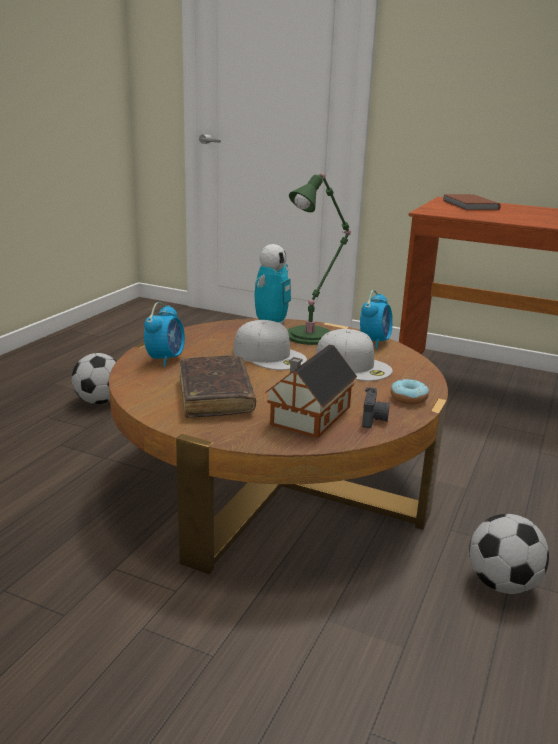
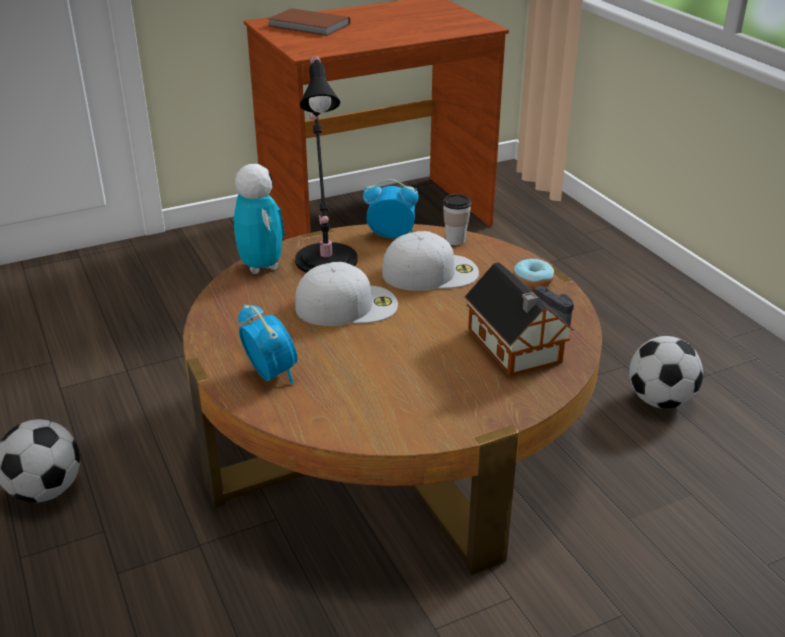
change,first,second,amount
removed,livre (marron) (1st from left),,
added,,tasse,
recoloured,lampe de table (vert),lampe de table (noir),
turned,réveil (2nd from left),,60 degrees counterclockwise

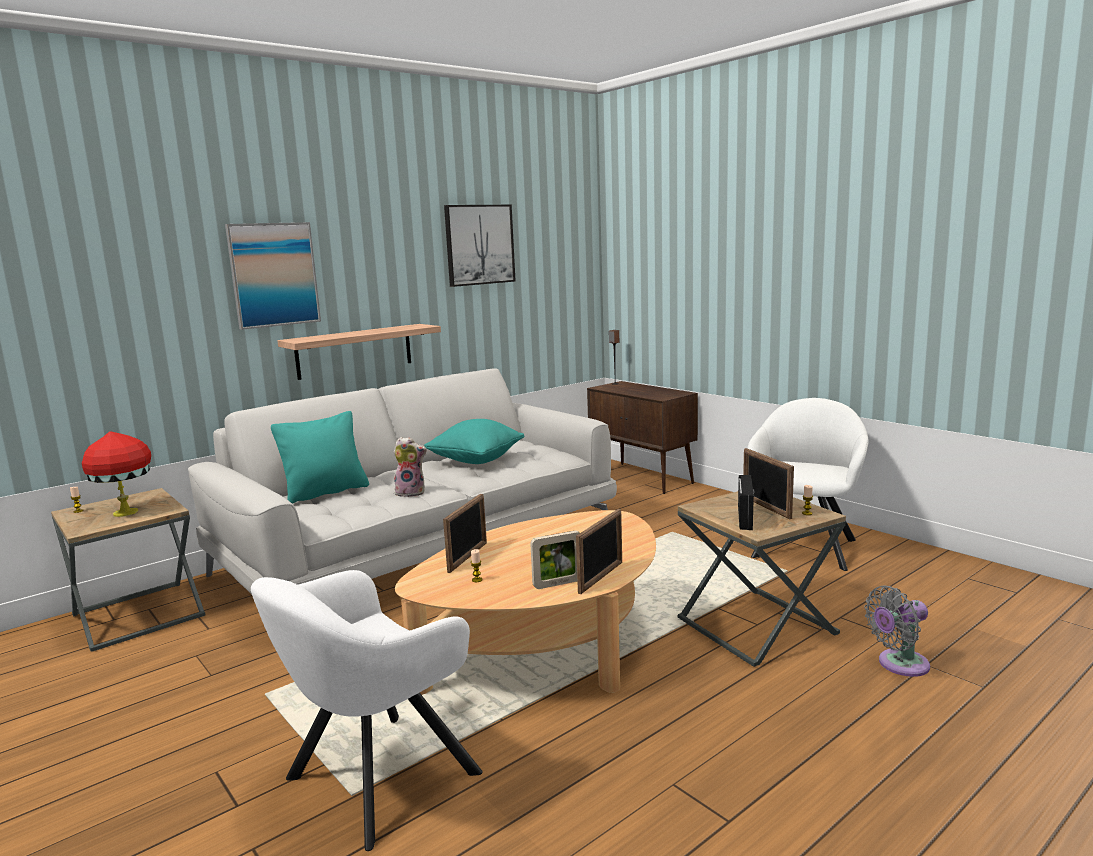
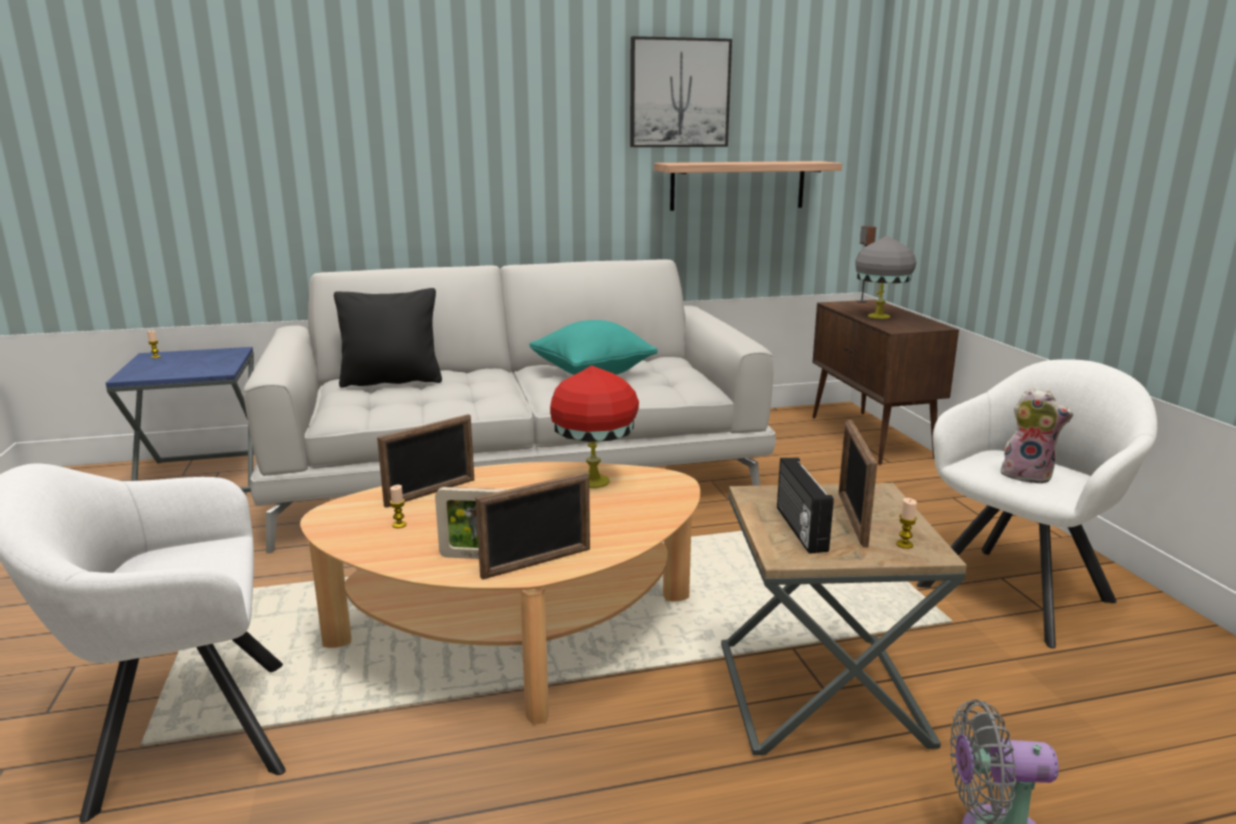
change,first,second,amount
removed,tableau (1st from left),,
added,,lampe de table (gris),
moved,lampe de table (rouge),,
moved,étagère,,
moved,peluche,,
recoloured,table d'appoint (marron) (1st from left),table d'appoint (bleu),
recoloured,coussin (turquoise) (1st from left),coussin (noir),
turned,radio,,135 degrees clockwise

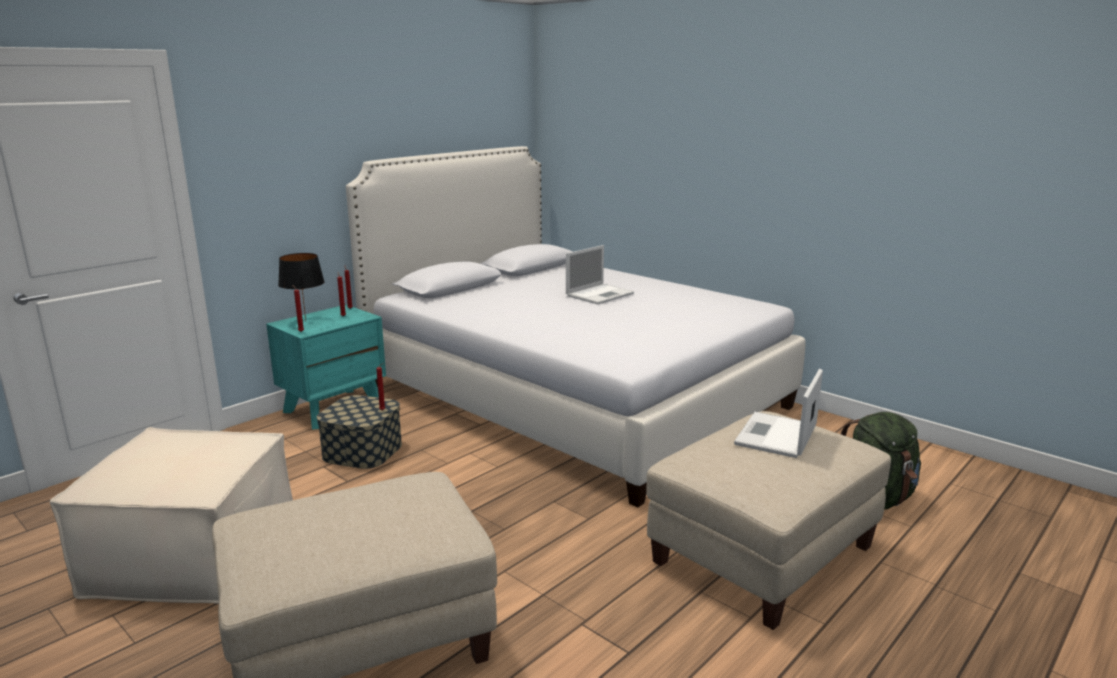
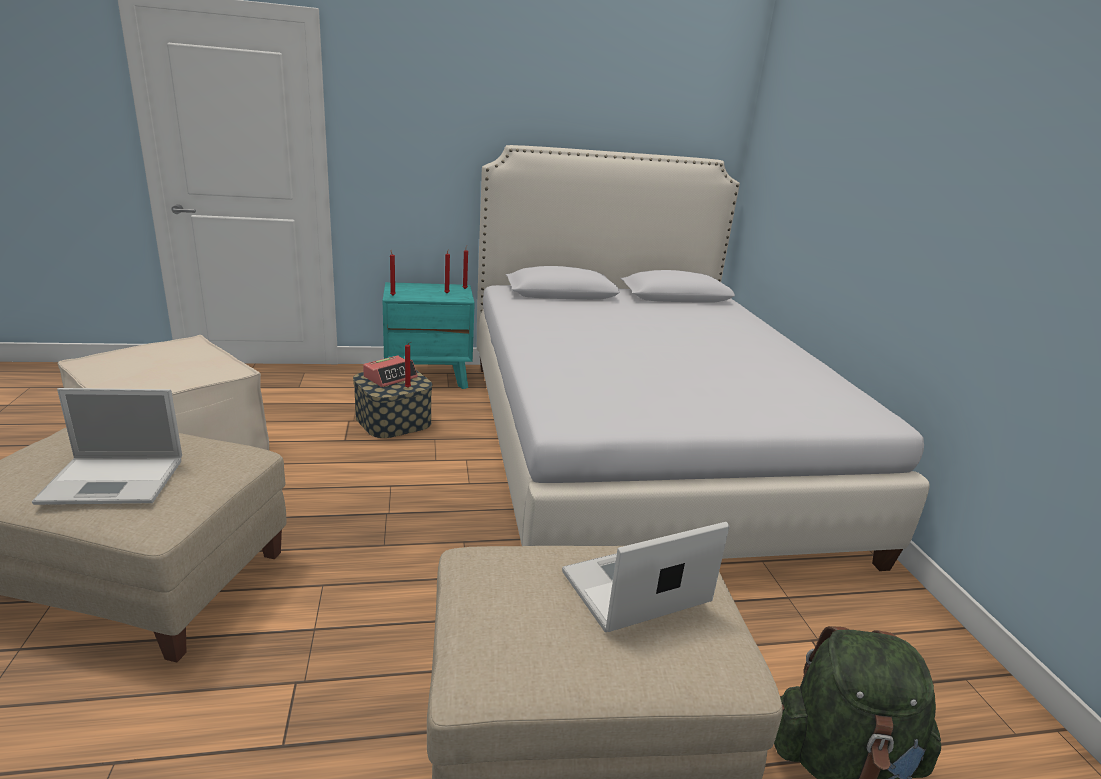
change,first,second,amount
removed,lampe de table (noir),,
added,,réveil,
moved,ordinateur portable (1st from left),,

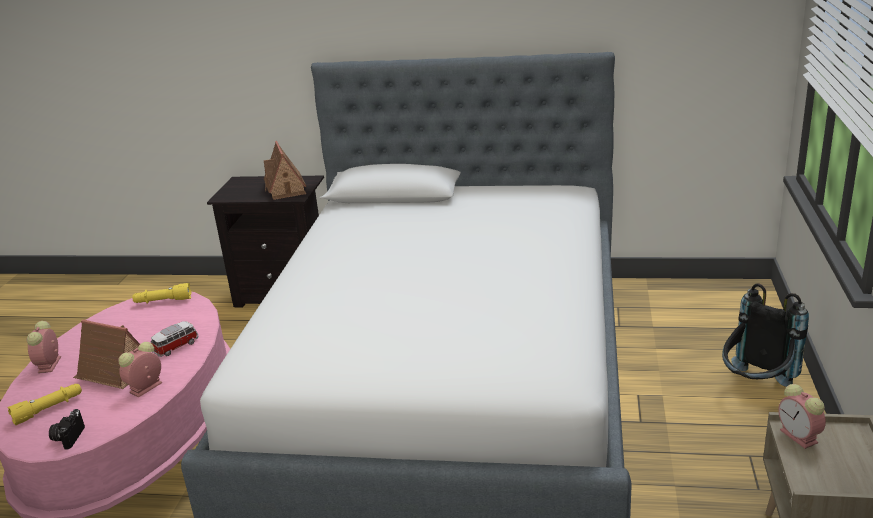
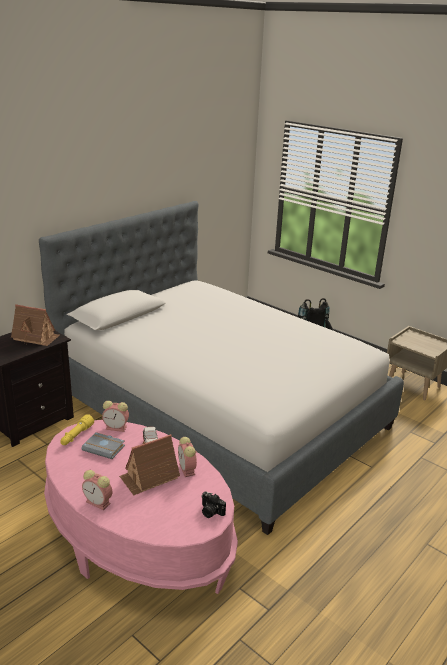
change,first,second,amount
removed,lampe de poche (jaune) (1st from left),,
added,,livre (gris),
moved,réveil (3rd from left in the first image),réveil (2nd from left),

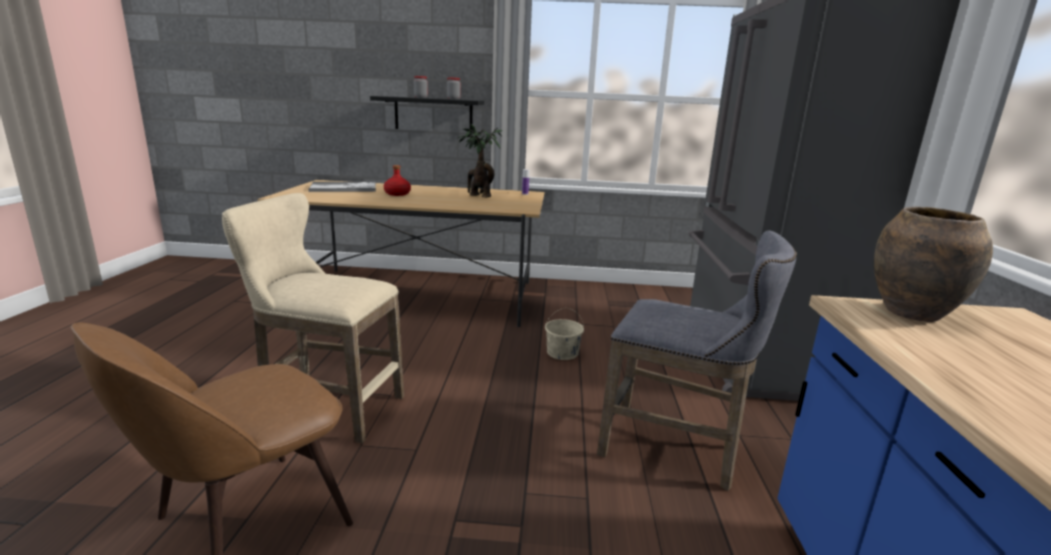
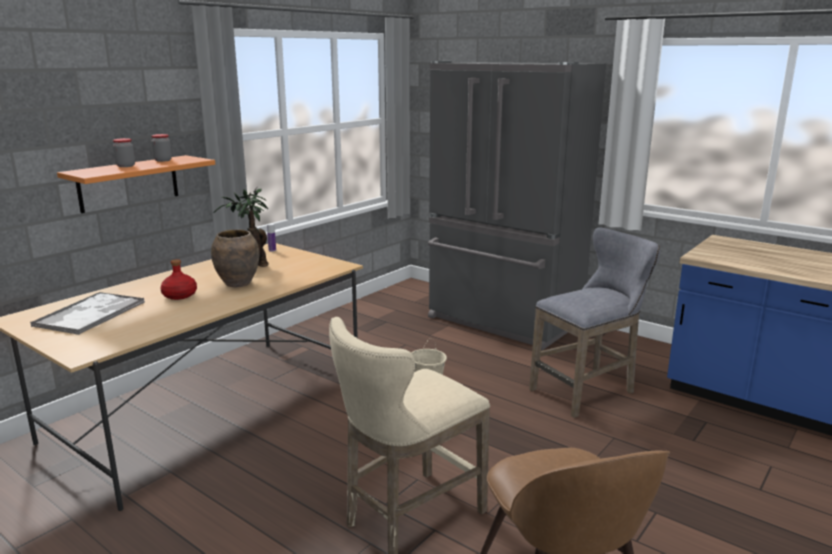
change,first,second,amount
moved,vase (marron),,
recoloured,étagère (noir),étagère (orange),

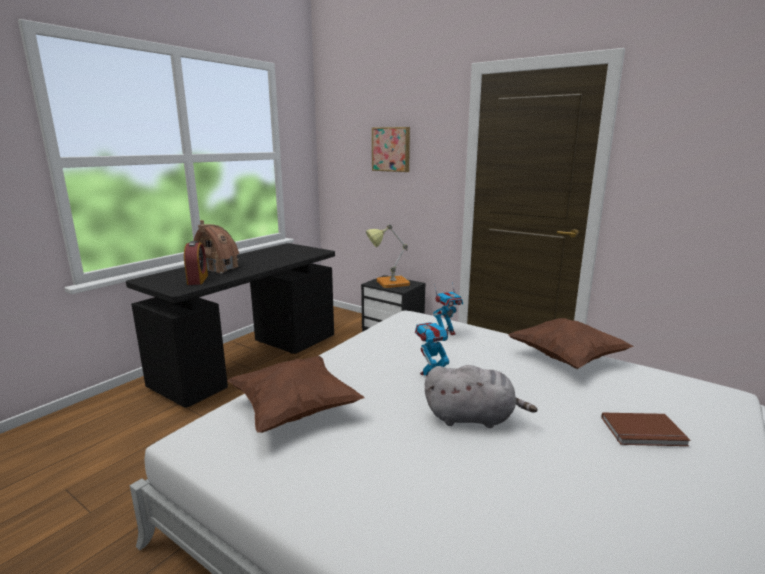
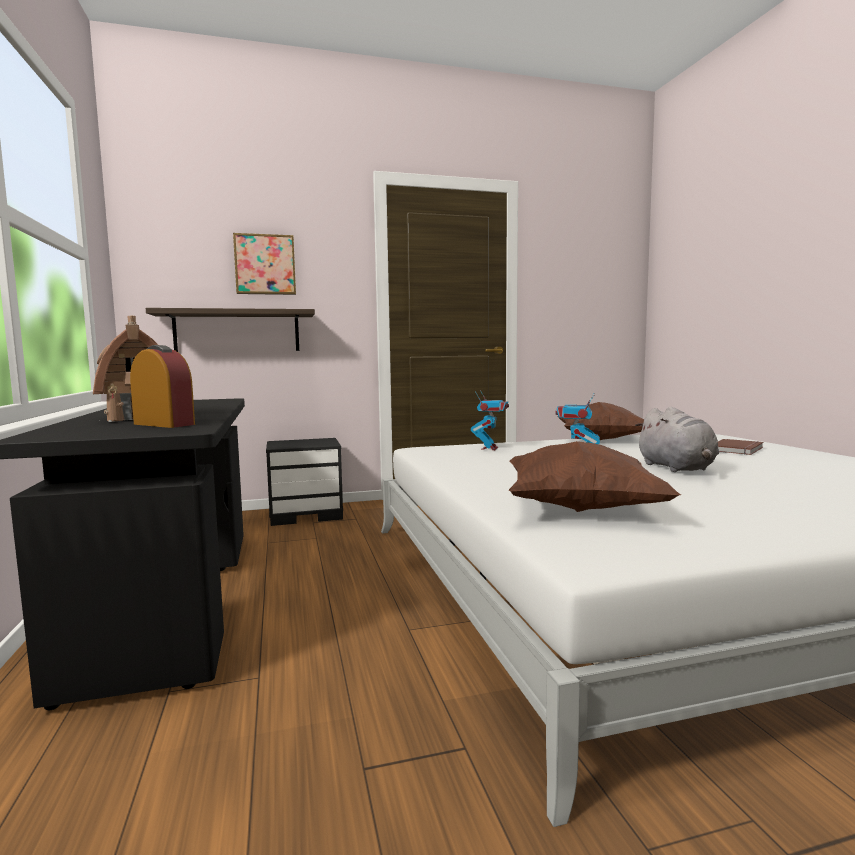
change,first,second,amount
removed,lampe de table,,
added,,étagère,
turned,peluche (gris),,120 degrees clockwise

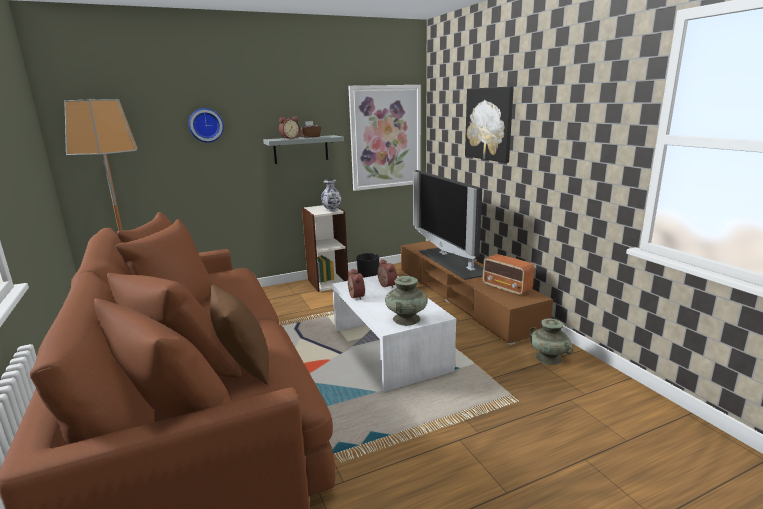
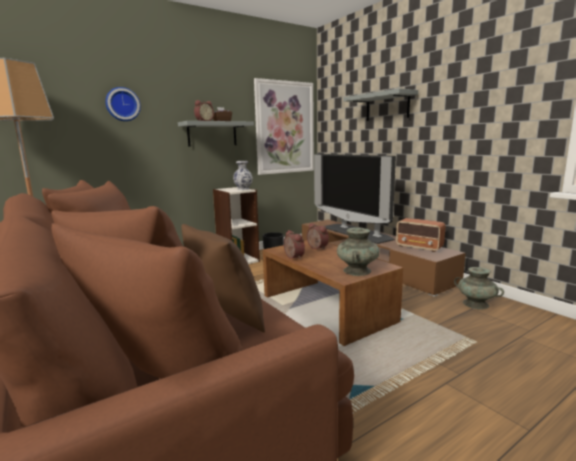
change,first,second,amount
replaced,tableau (2nd from left),étagère (gris) (2nd from left),
recoloured,table basse (blanc),table basse (marron),

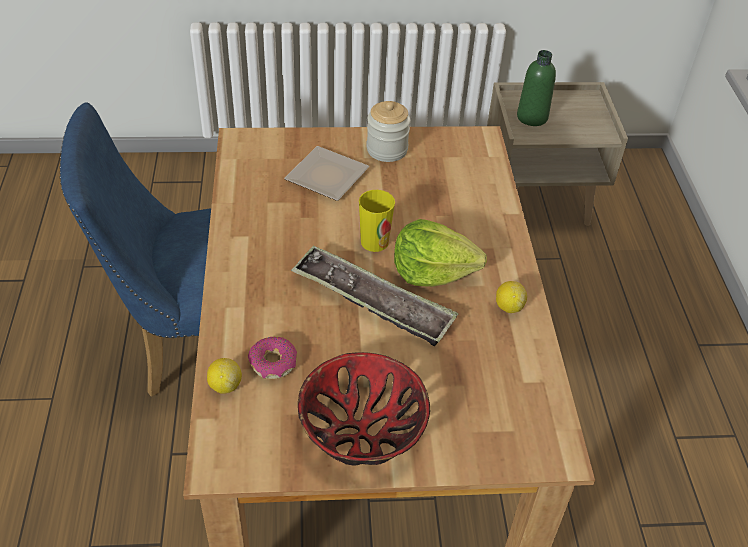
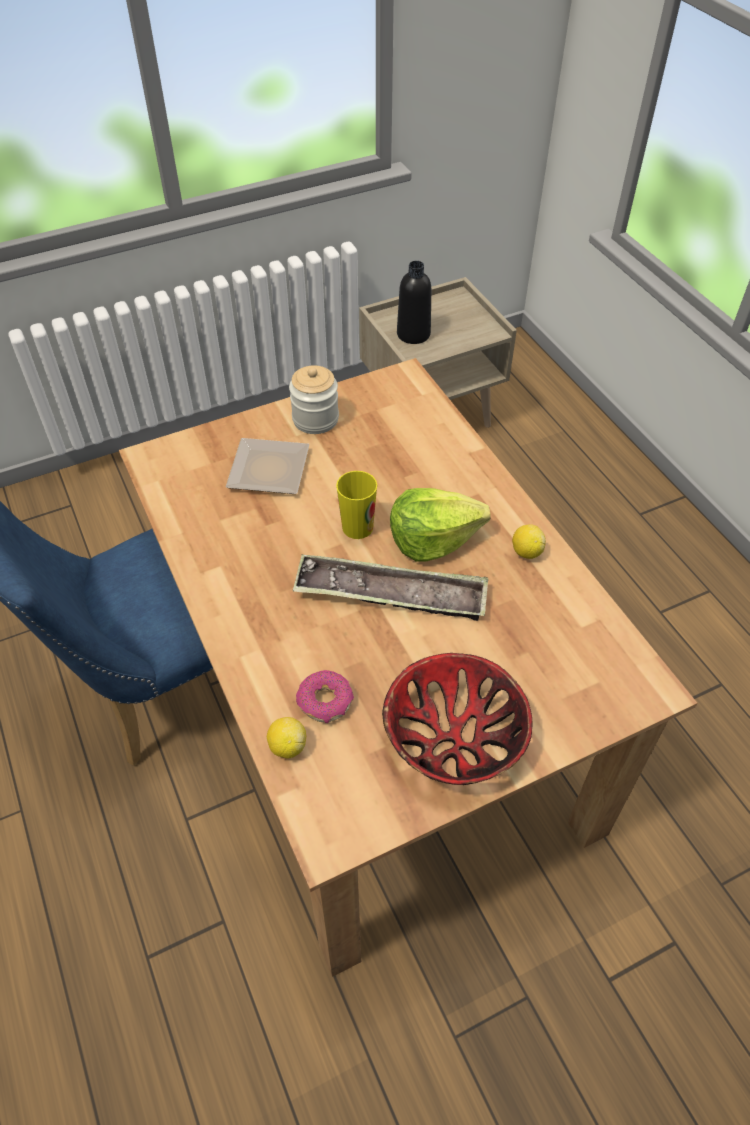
change,first,second,amount
recoloured,bouteille (vert),bouteille (noir),

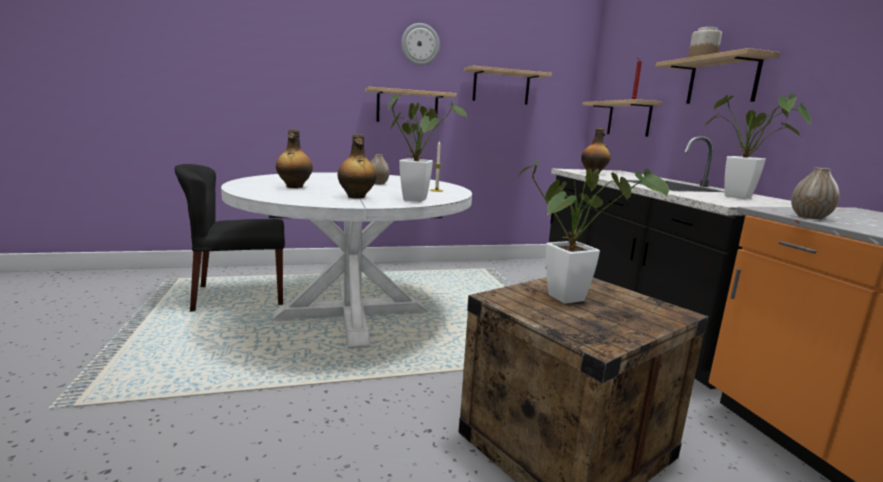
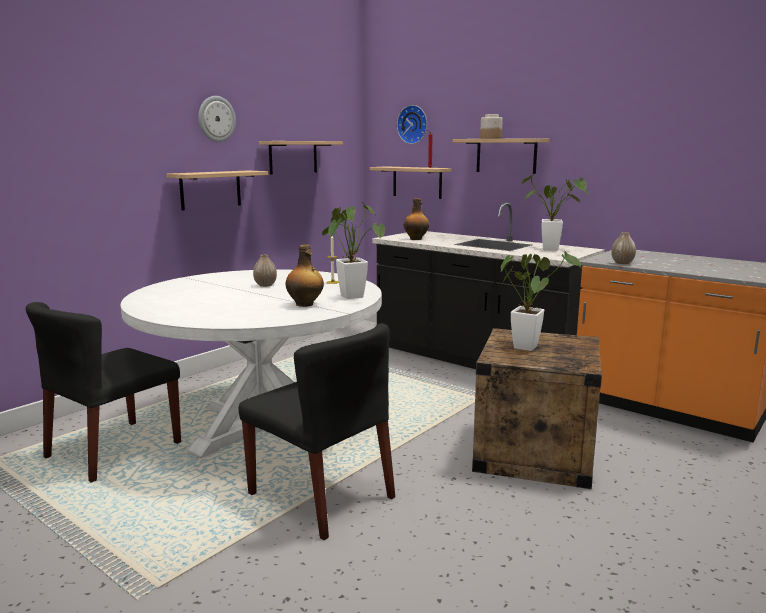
change,first,second,amount
removed,bouteille (1st from left),,
added,,chaise (noir) (2nd from left),
added,,horloge murale (2nd from left),

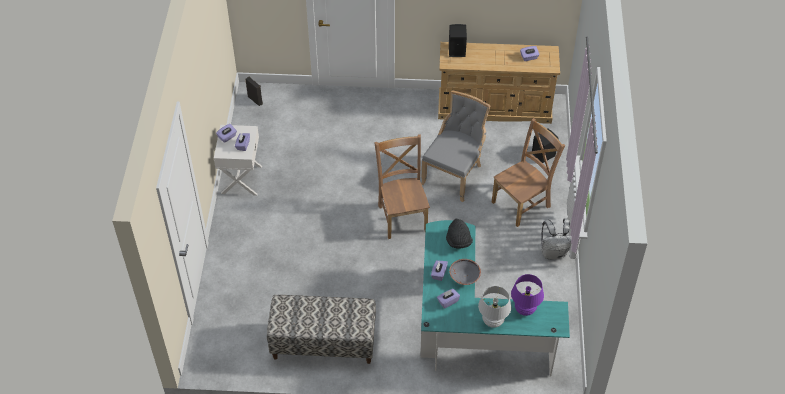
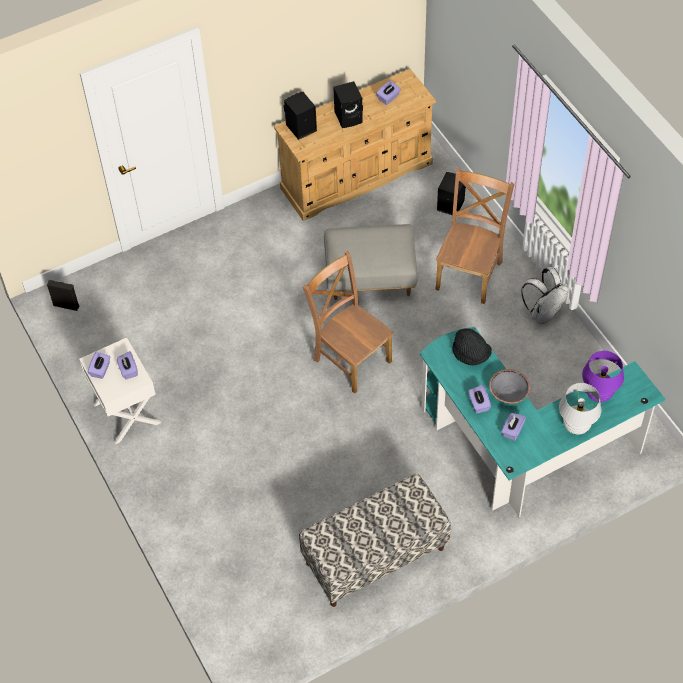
change,first,second,amount
added,,enceinte (noir) (3rd from left),
replaced,chaise (gris),pouf (gris),

